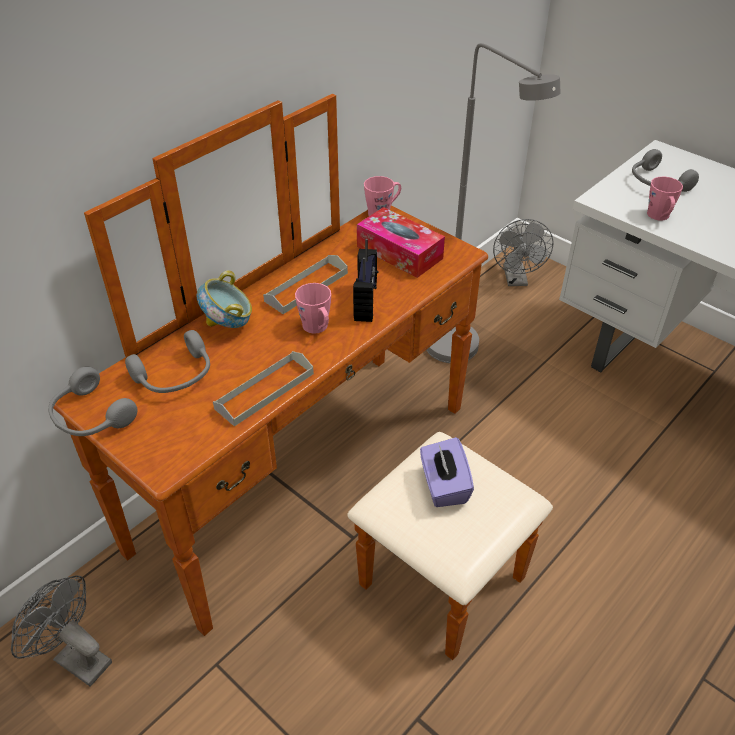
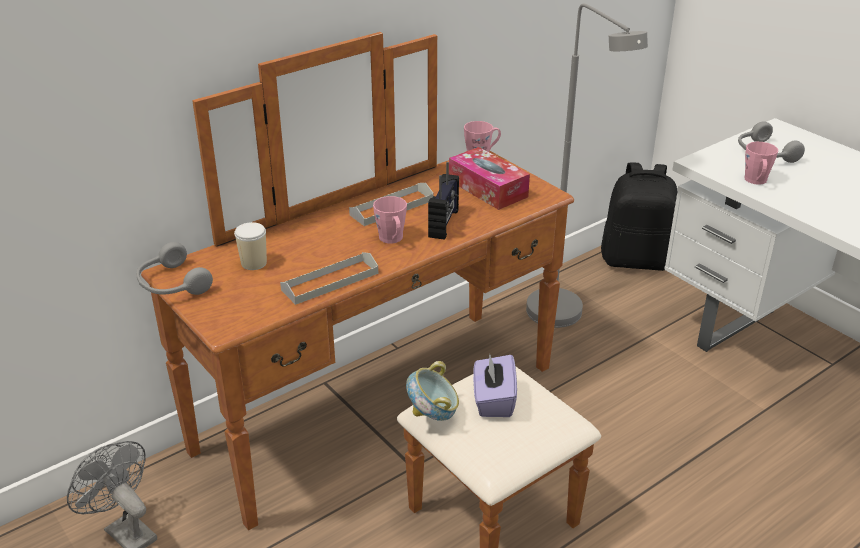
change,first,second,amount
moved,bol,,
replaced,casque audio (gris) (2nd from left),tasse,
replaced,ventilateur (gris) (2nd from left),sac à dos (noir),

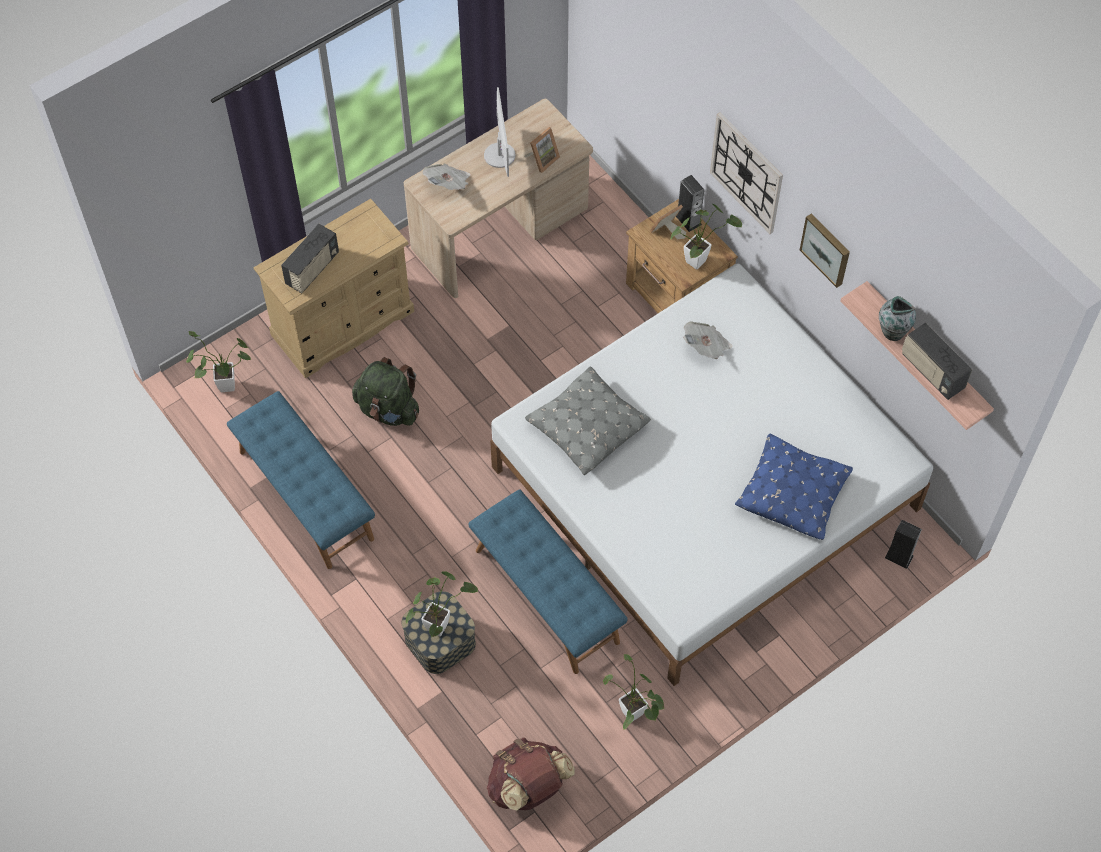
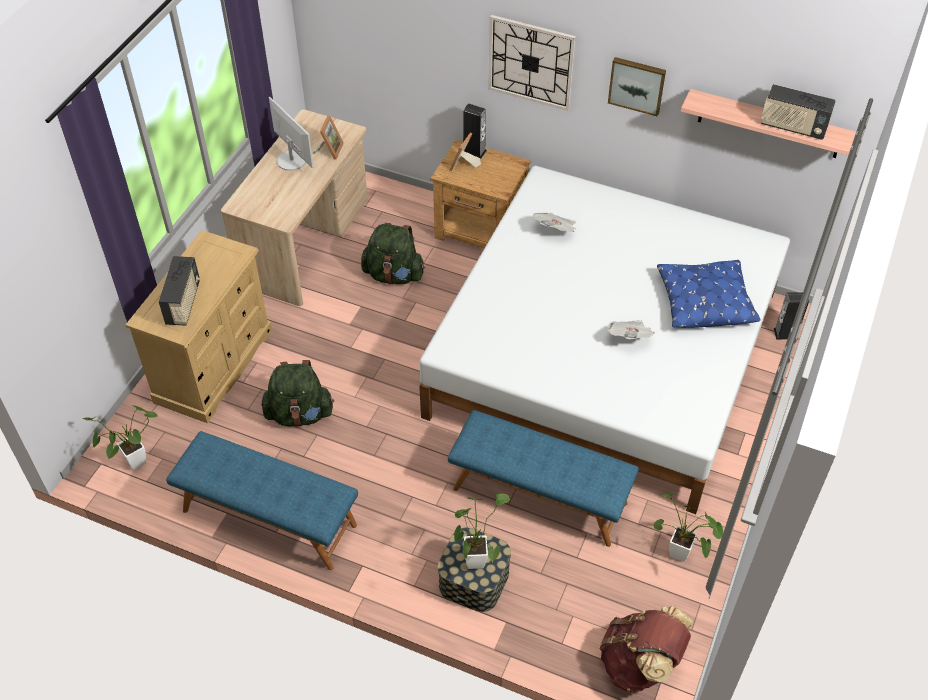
change,first,second,amount
removed,coussin (gris),,
removed,plante en pot (4th from left),,
removed,vase,,
added,,sac à dos (vert) (2nd from left),
moved,journal (1st from left in the first image),journal (2nd from left),

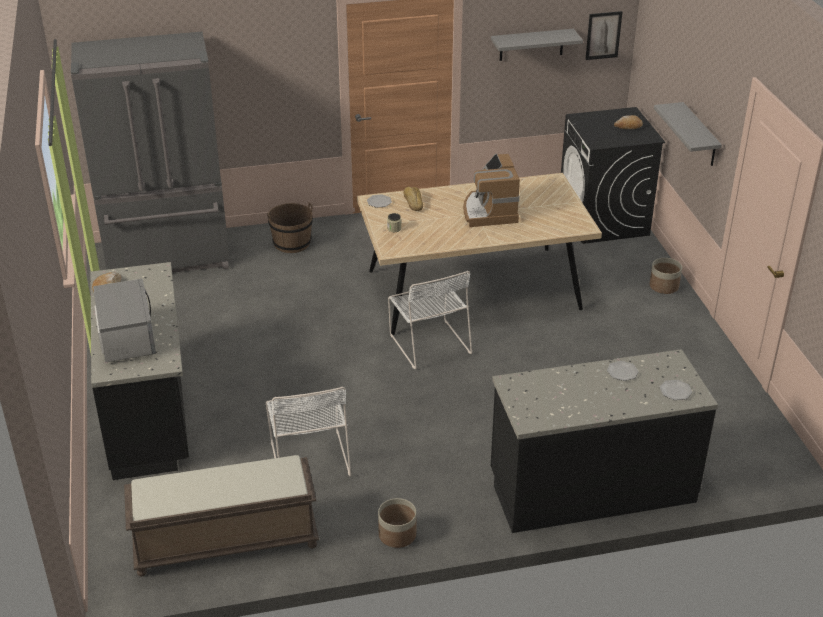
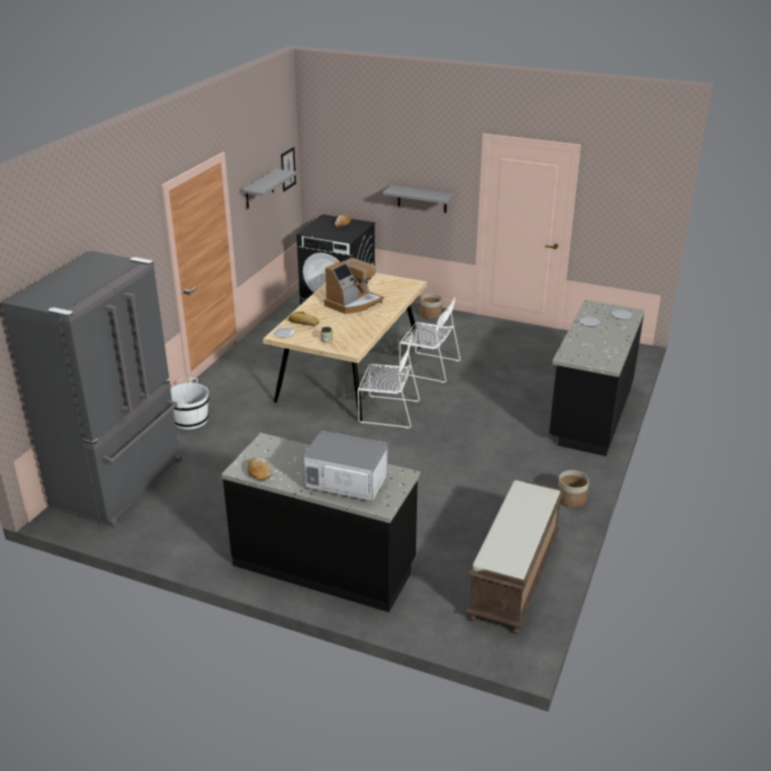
change,first,second,amount
moved,chaise (blanc) (1st from left in the first image),chaise (blanc) (2nd from left),
recoloured,seau (marron),seau (blanc),
turned,machine à café,,75 degrees counterclockwise

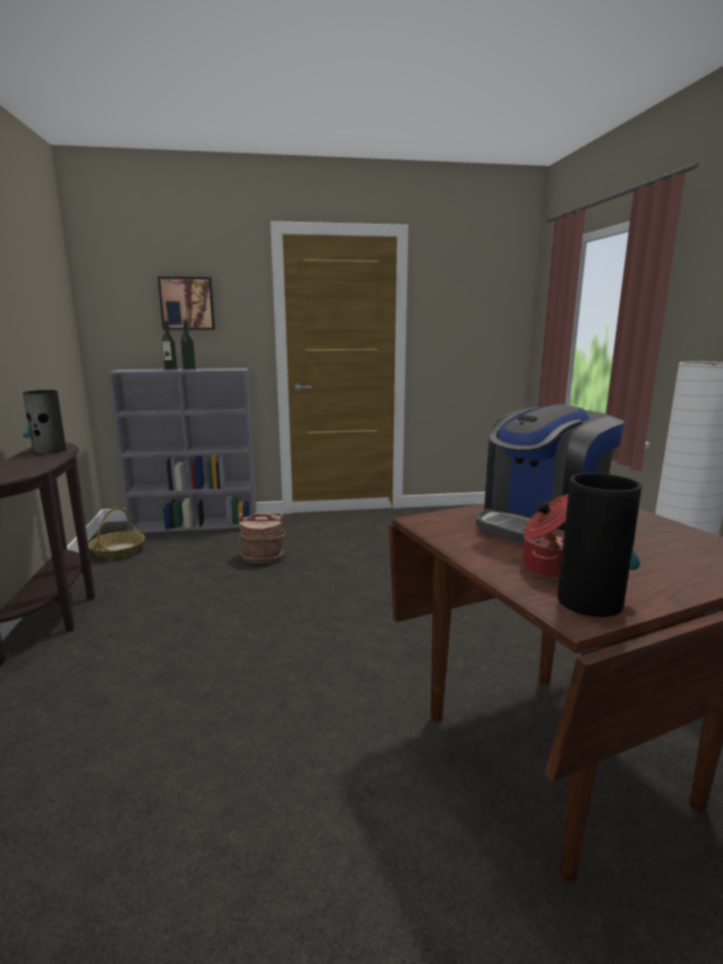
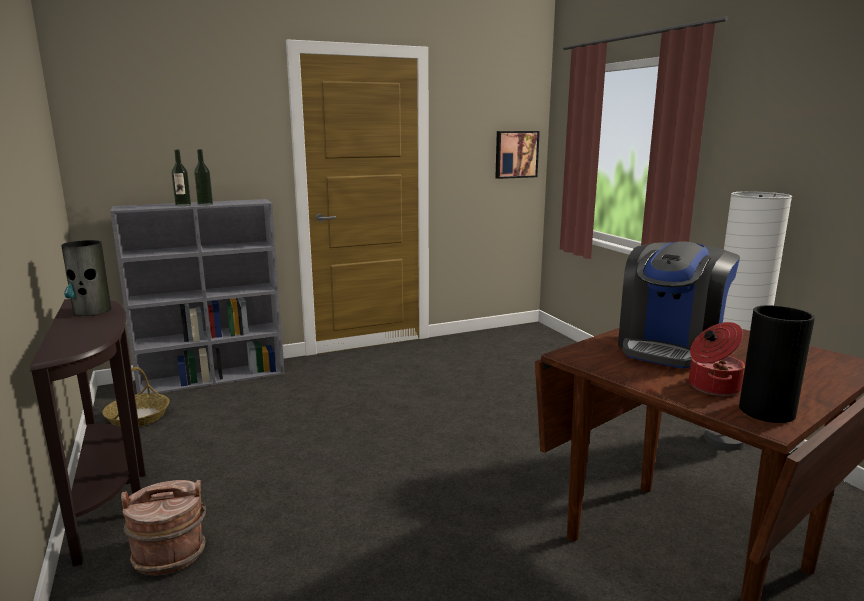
change,first,second,amount
moved,tableau,,
moved,seau (marron),,

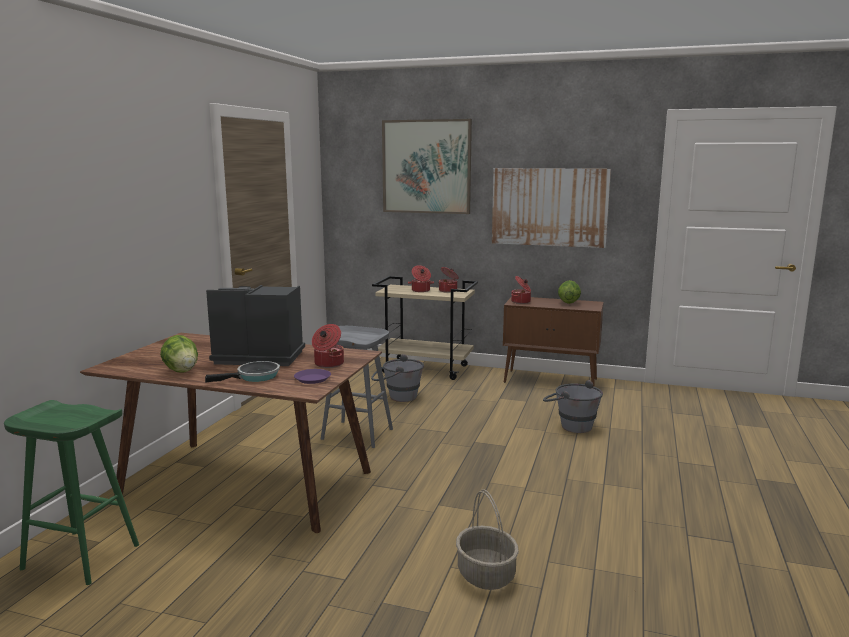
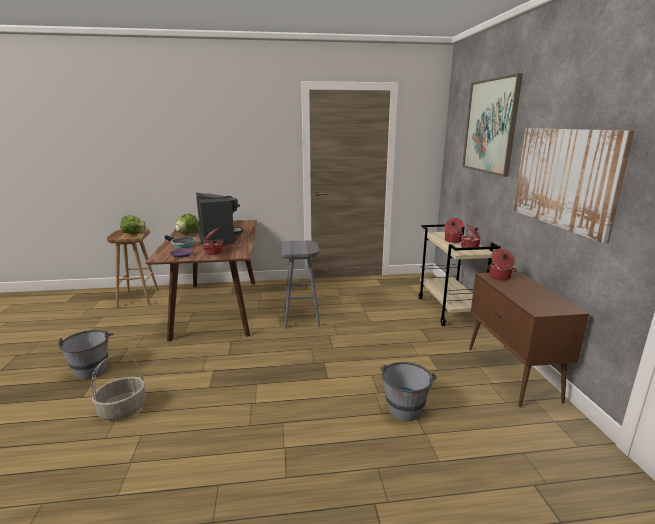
change,first,second,amount
moved,seau (gris) (1st from left),,
moved,laitue (2nd from left in the first image),laitue (1st from left),
recoloured,tabouret (vert),tabouret (marron),

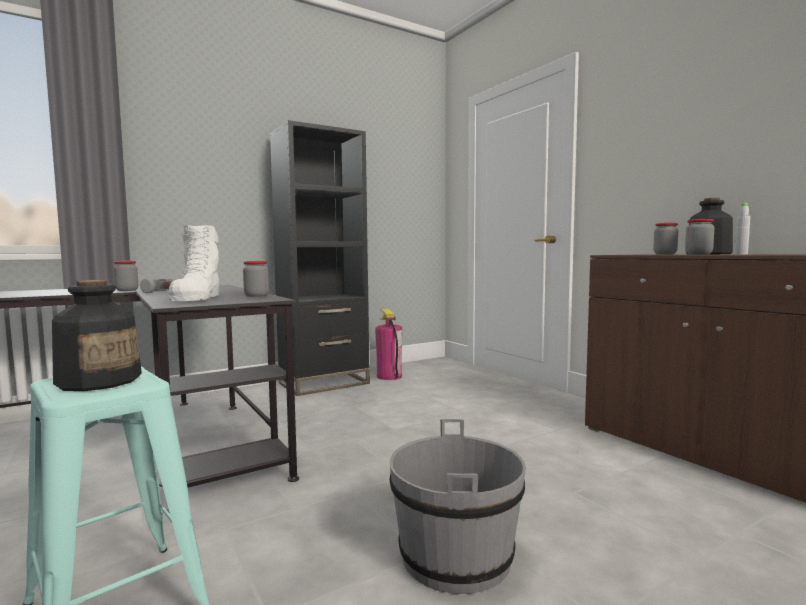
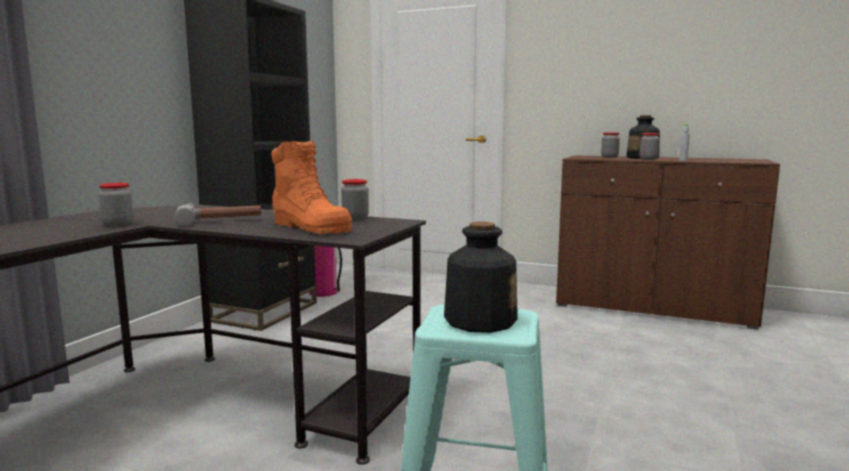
change,first,second,amount
removed,seau (gris),,
recoloured,botte (blanc),botte (orange),

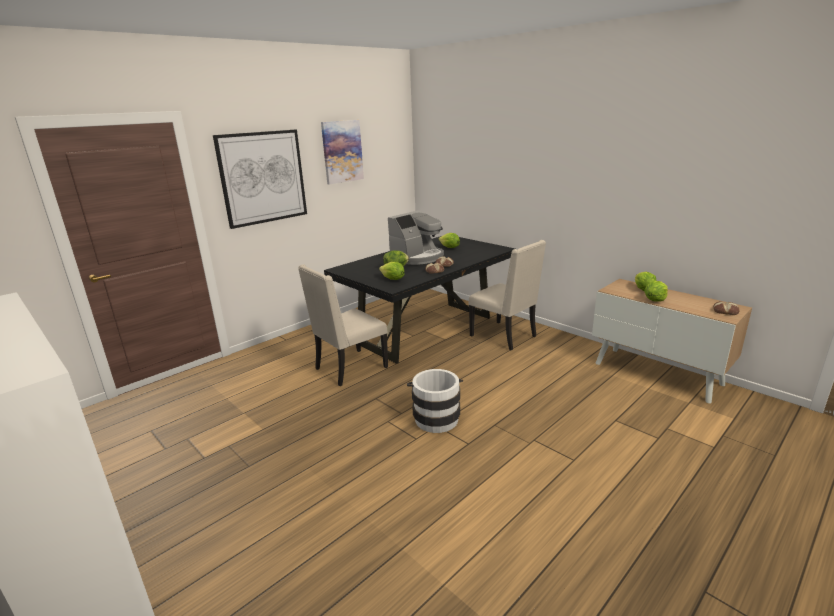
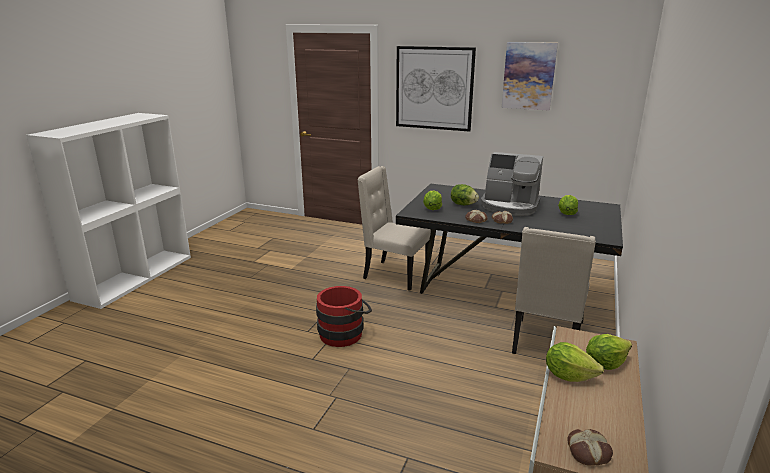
change,first,second,amount
recoloured,seau (blanc),seau (rouge),

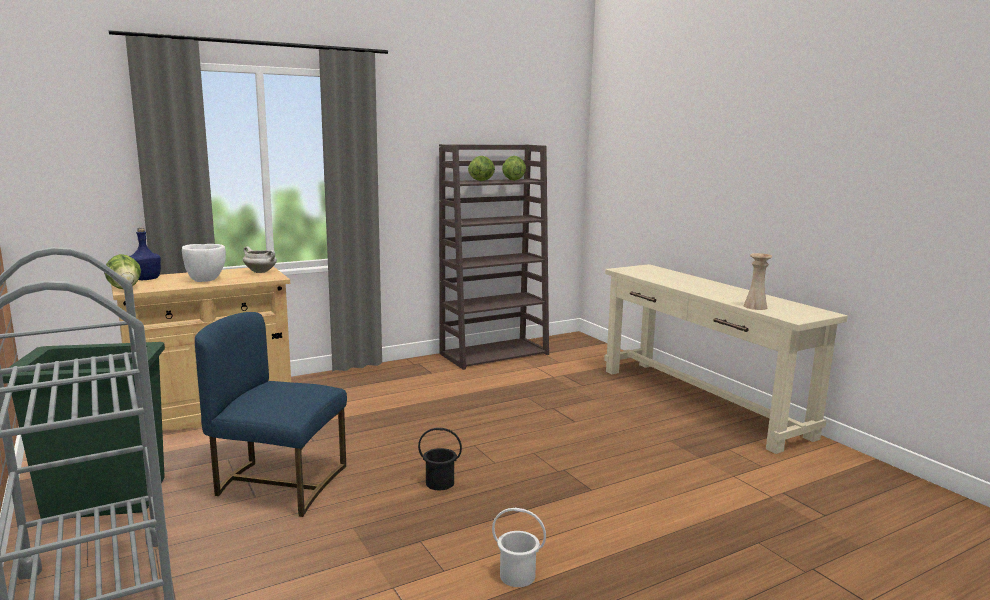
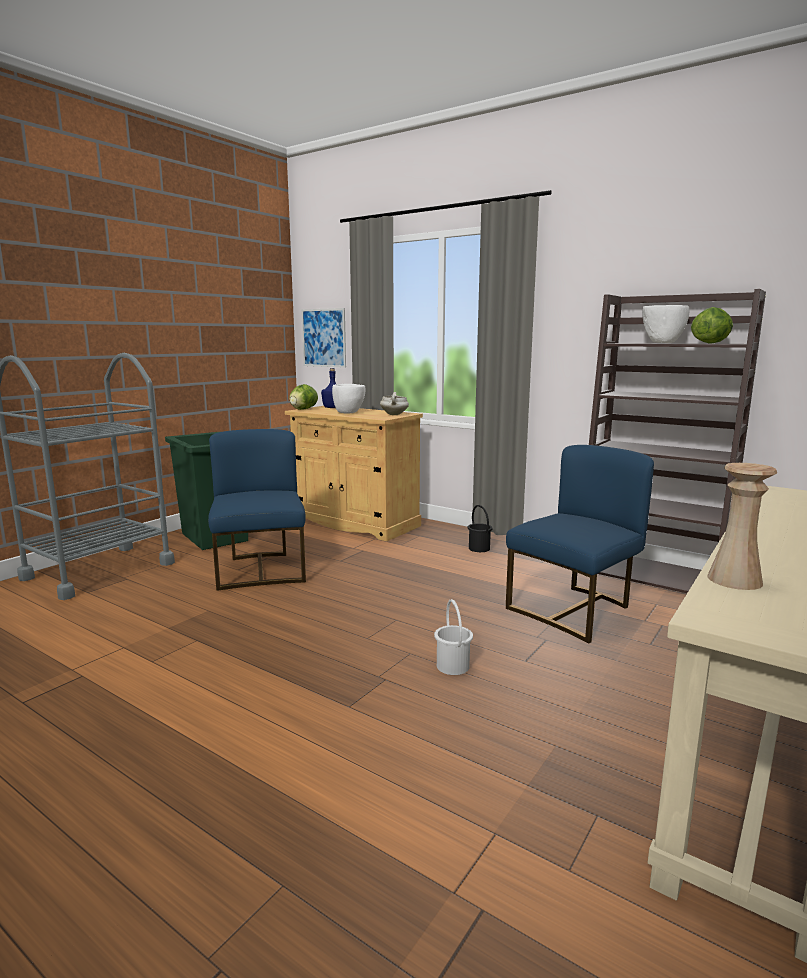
change,first,second,amount
added,,tableau,
added,,chaise (bleu) (2nd from left),
moved,seau (noir),,
moved,seau (blanc),,
replaced,laitue (2nd from left),bol (blanc) (2nd from left),

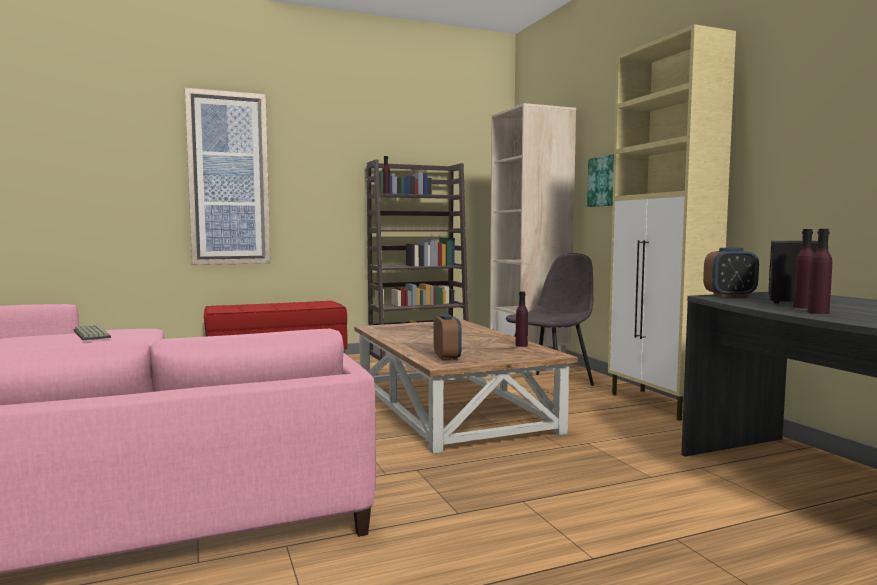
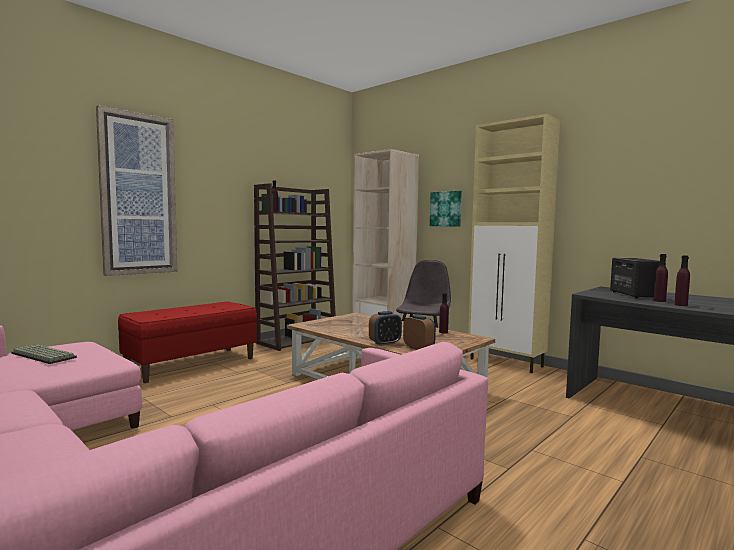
change,first,second,amount
moved,réveil (2nd from left in the first image),réveil (1st from left),

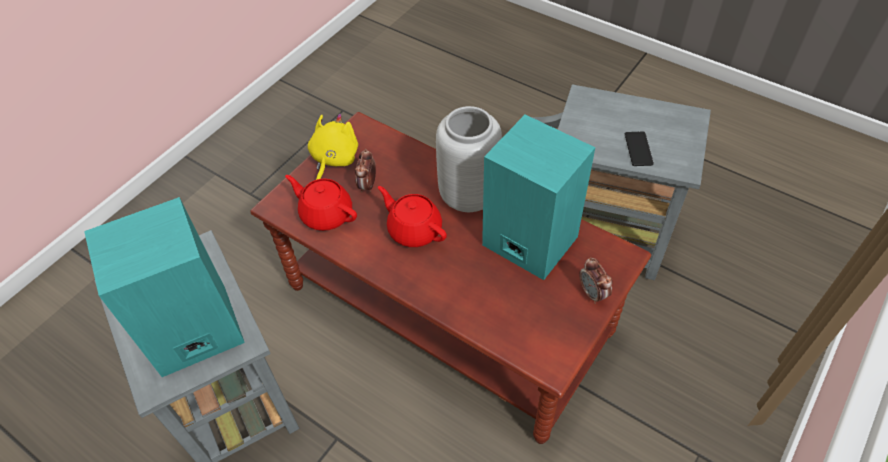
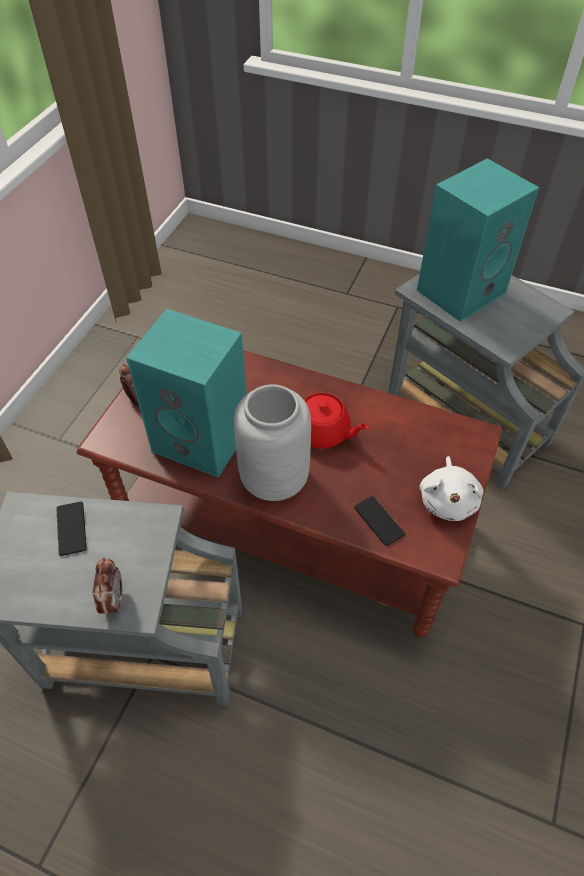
change,first,second,amount
removed,théière (rouge) (1st from left),,
added,,téléphone (2nd from left),
moved,réveil (1st from left),,
recoloured,peluche (jaune),peluche (blanc),

